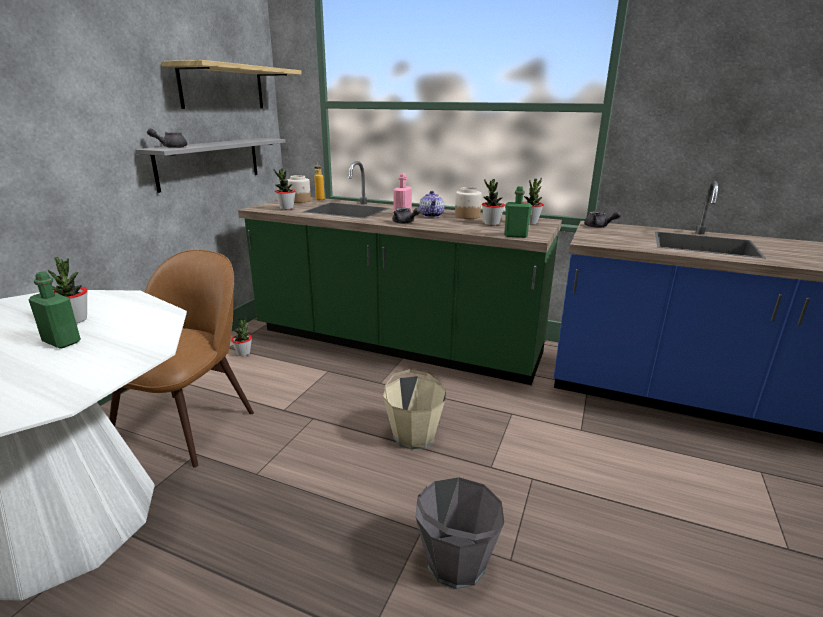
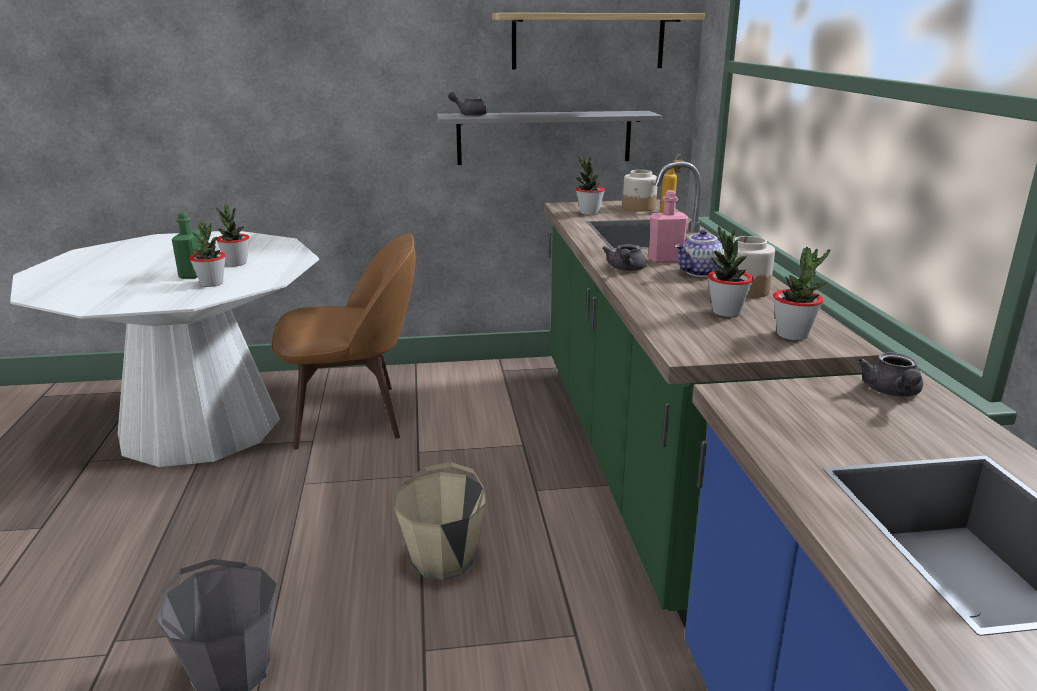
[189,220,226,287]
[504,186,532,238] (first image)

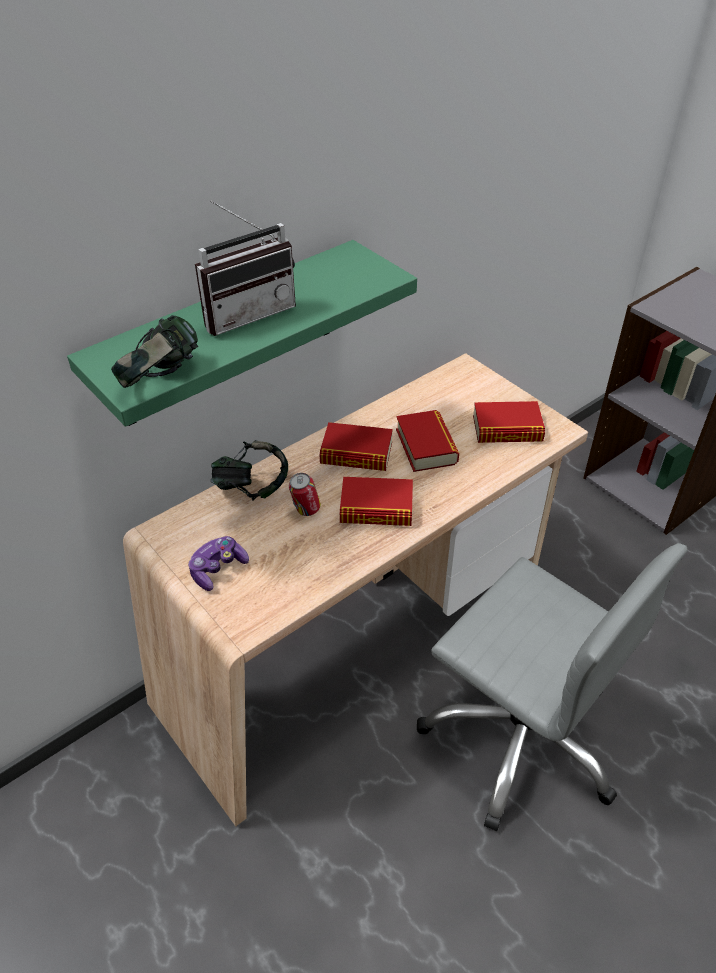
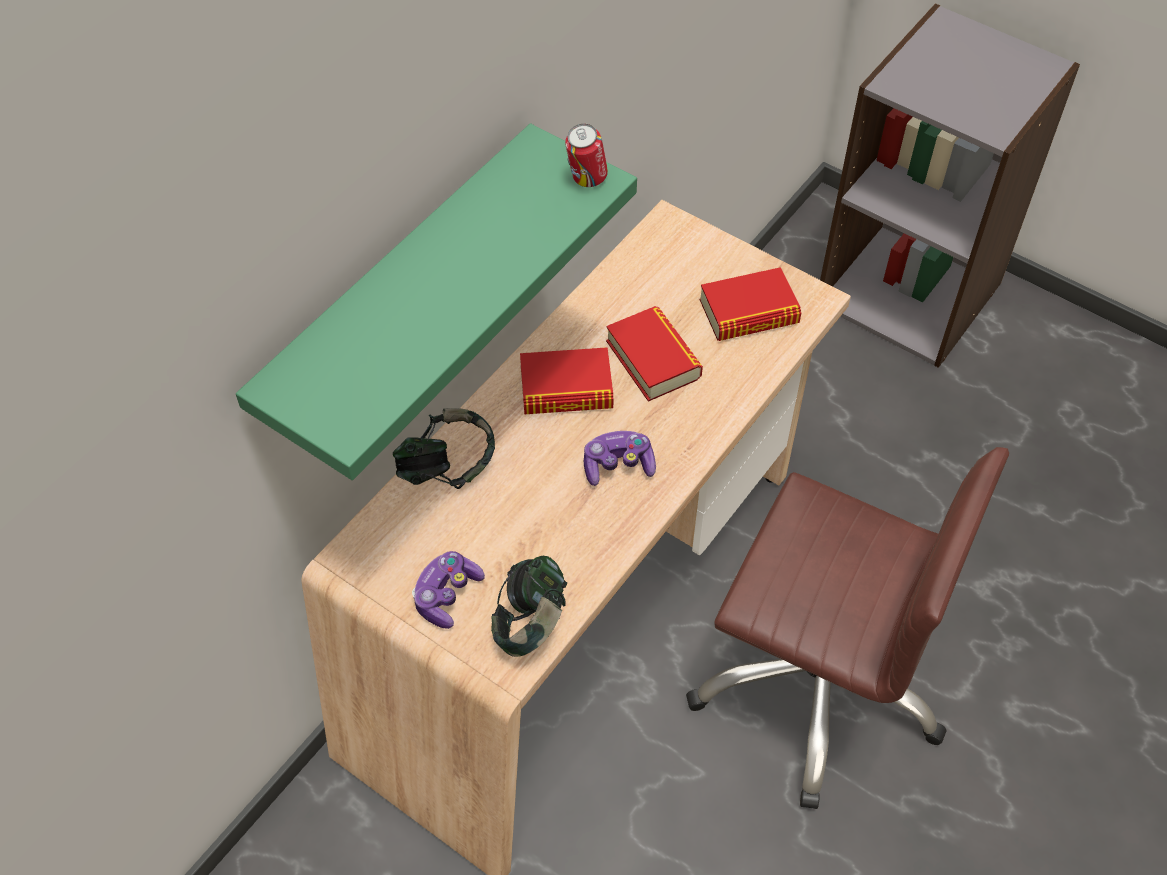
[491,556,567,657]
[195,201,296,336] (first image)
[565,124,608,187]
[584,431,656,486]
[686,447,1009,809]

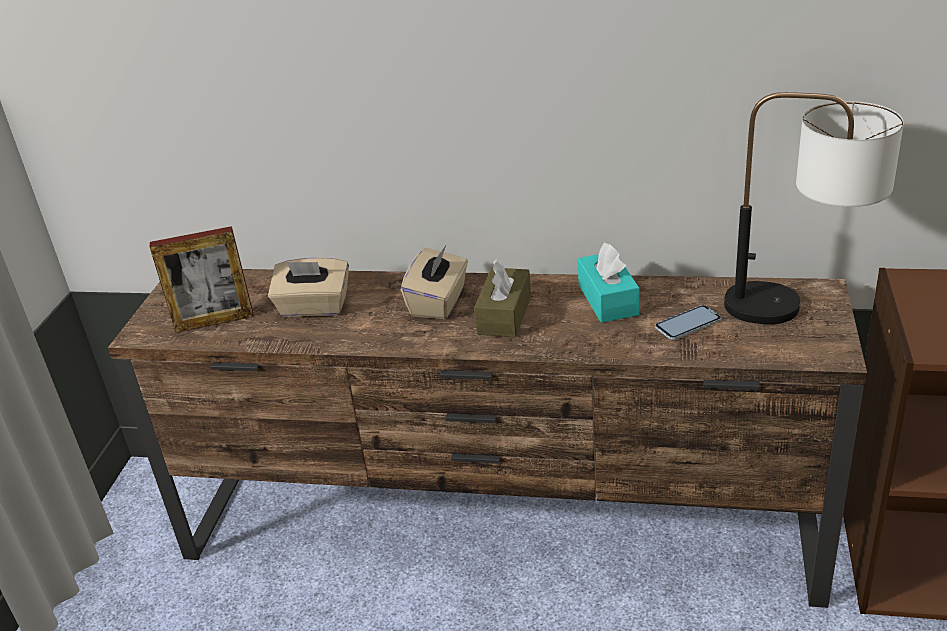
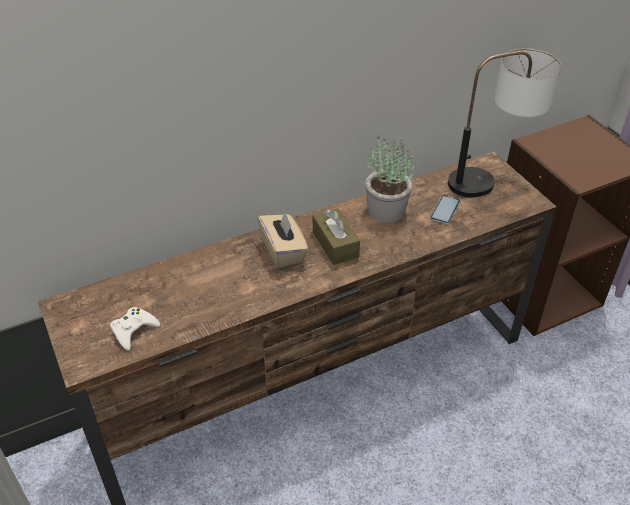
[110,307,160,351]
[268,257,349,317] (first image)
[365,137,414,223]

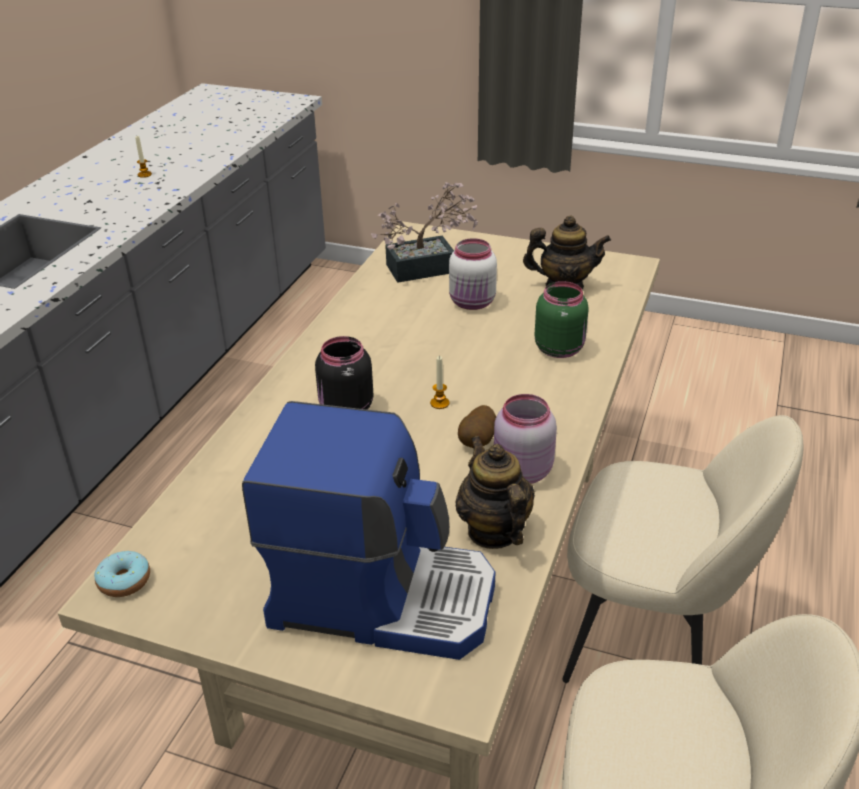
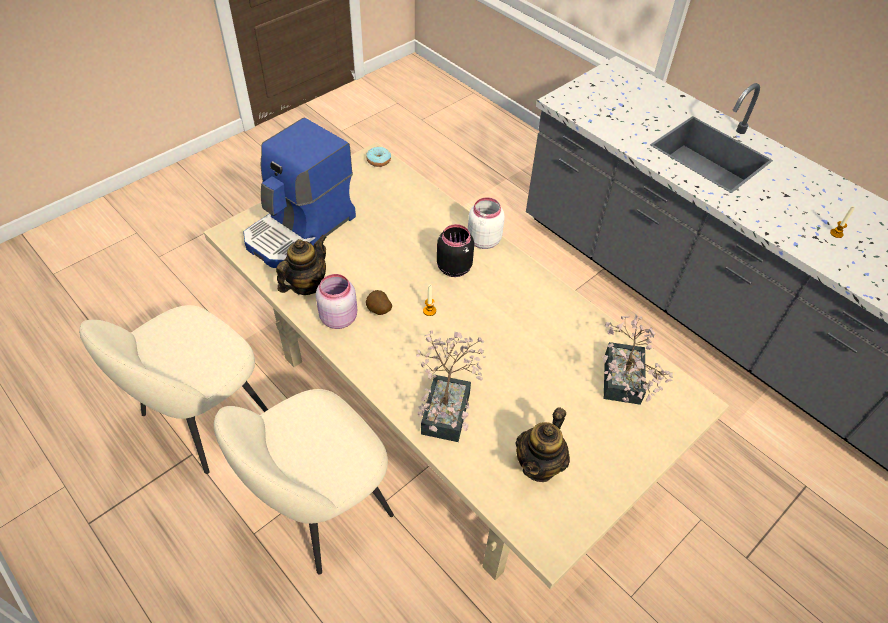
[468,197,505,249]
[276,235,326,295]
[416,330,485,442]

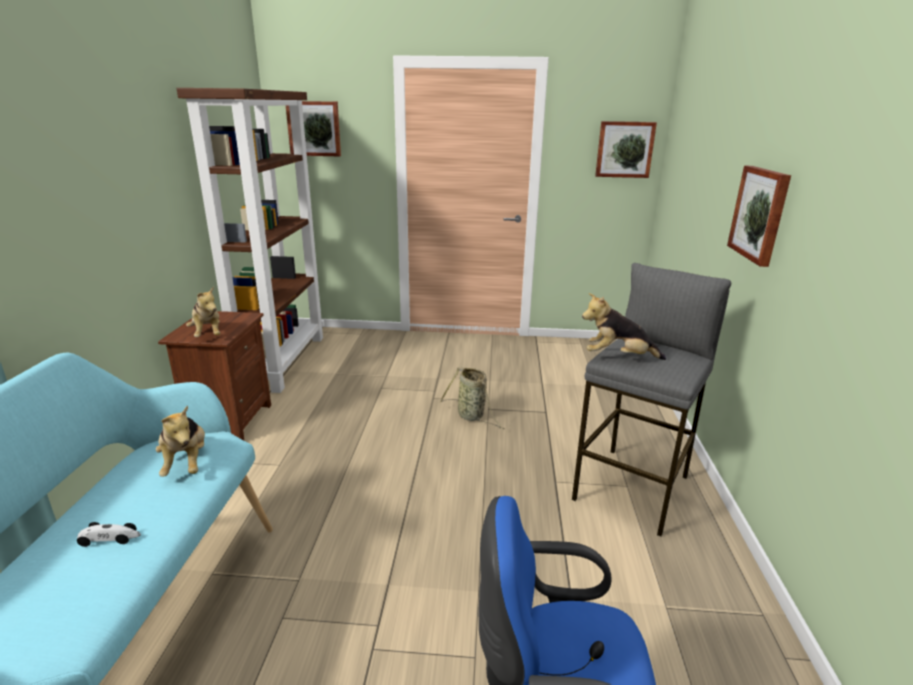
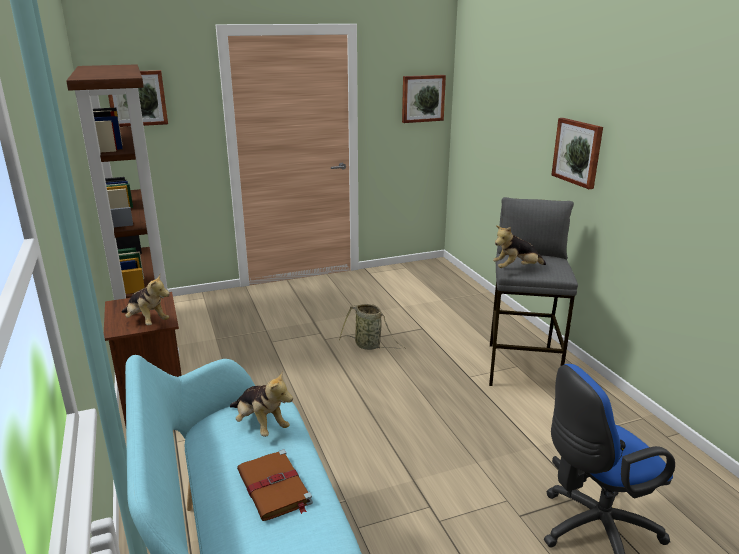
[237,450,313,521]

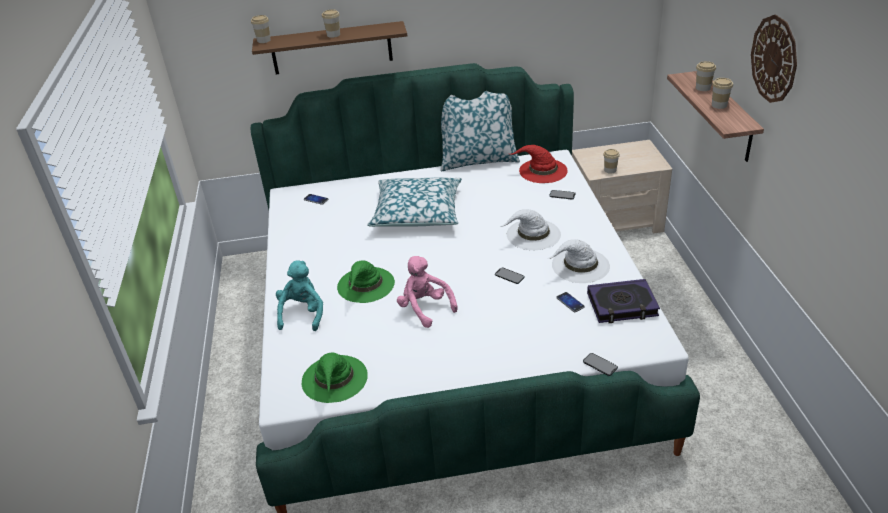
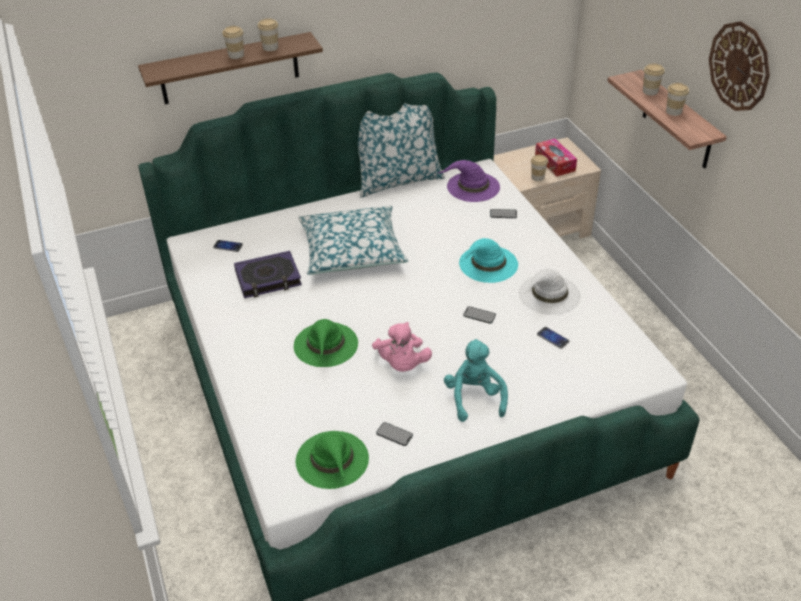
[258,18,278,51]
[444,339,508,422]
[372,322,432,372]
[459,238,518,283]
[437,160,500,202]
[376,422,413,446]
[234,251,302,298]
[535,139,577,177]

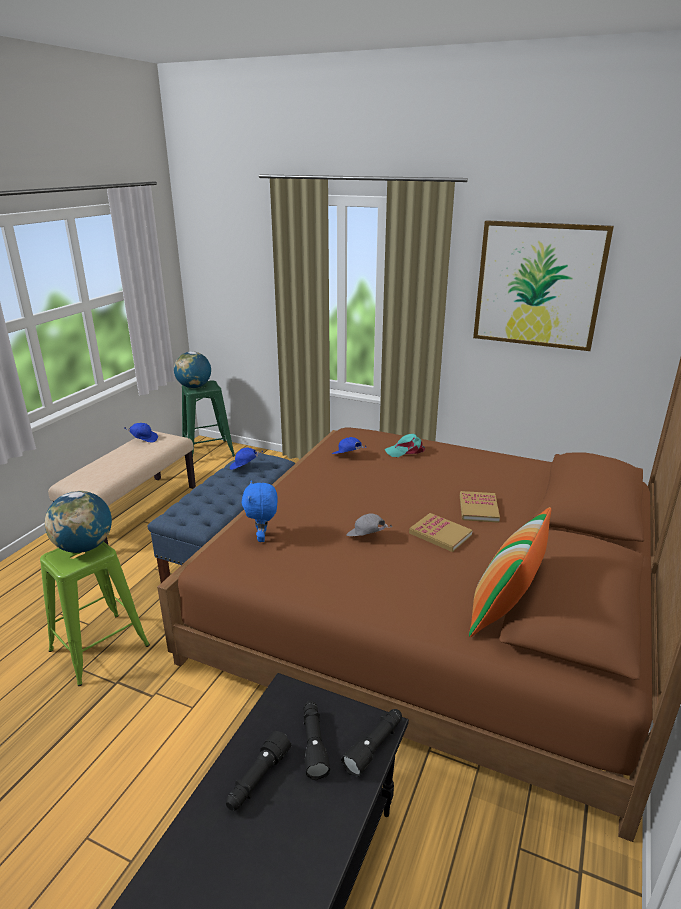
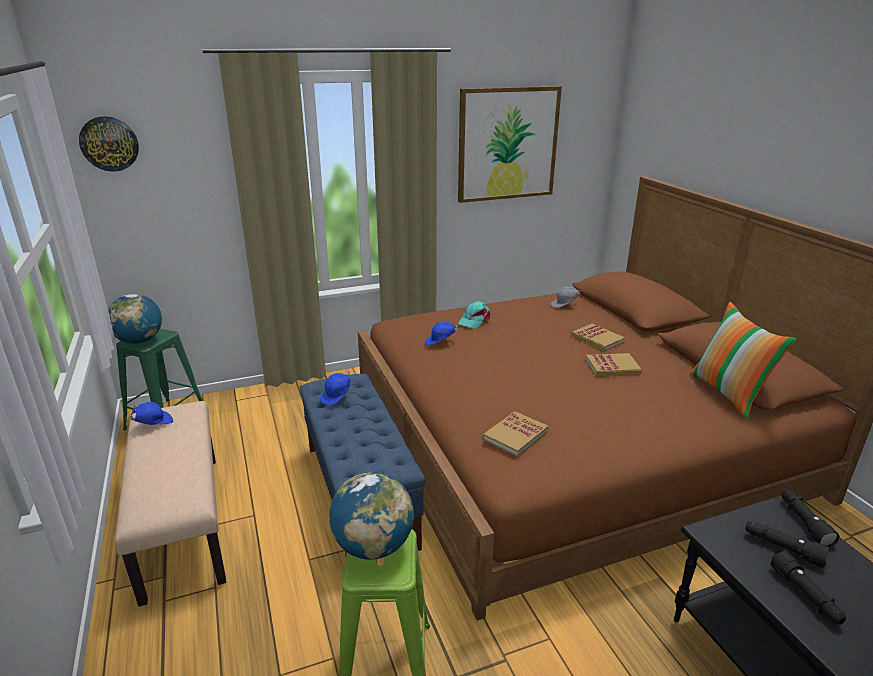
[483,411,549,457]
[551,286,582,308]
[79,116,139,172]

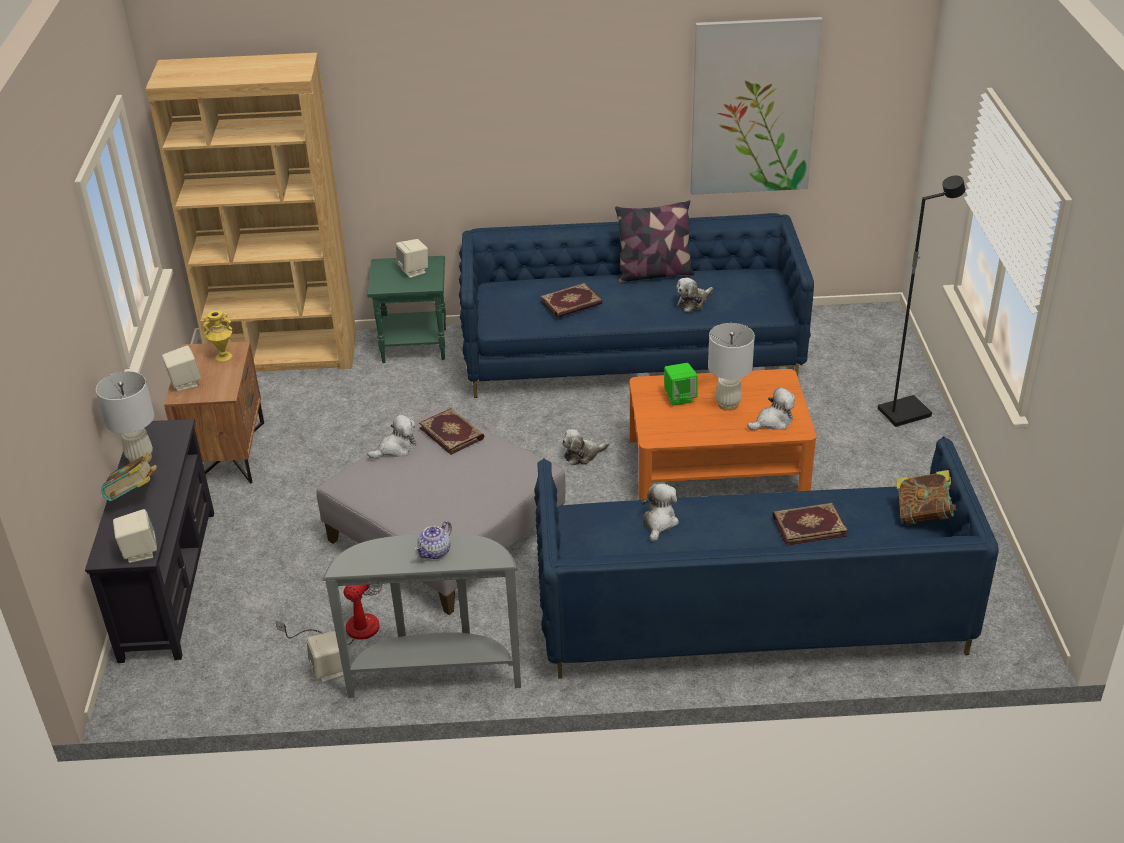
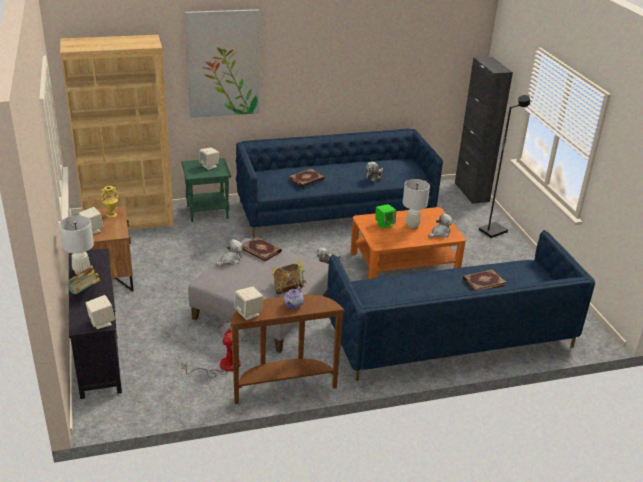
[234,287,263,320]
[230,295,345,404]
[615,200,694,283] (first image)
[642,483,679,542] (first image)
[185,9,260,118]
[272,261,307,294]
[455,57,513,204]

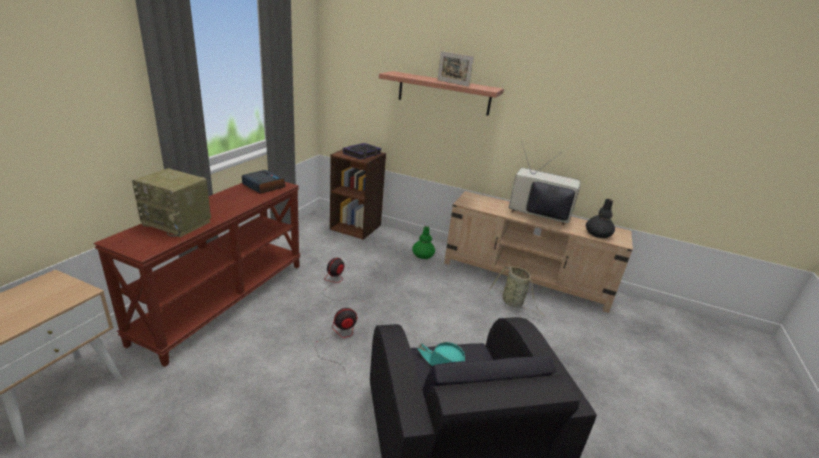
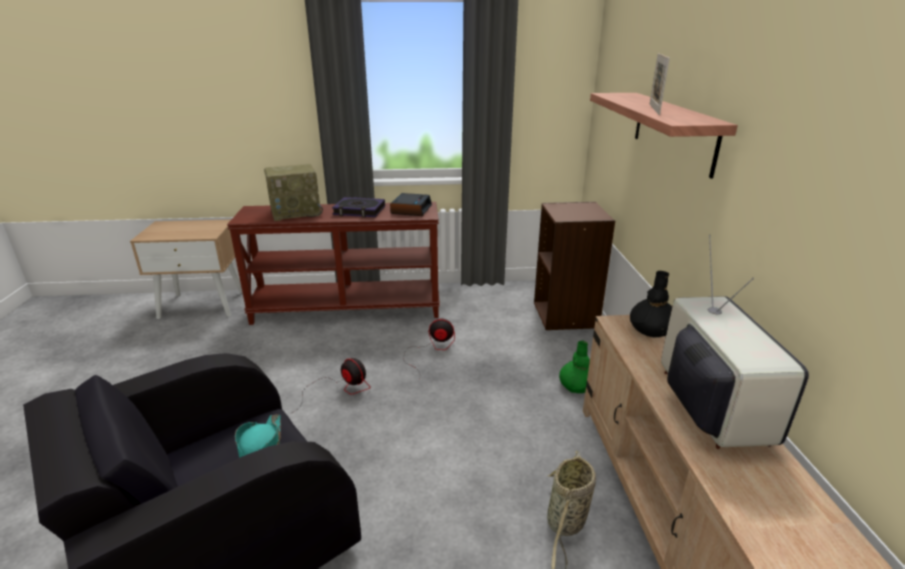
[264,164,323,221]
[332,197,385,218]
[630,271,672,338]

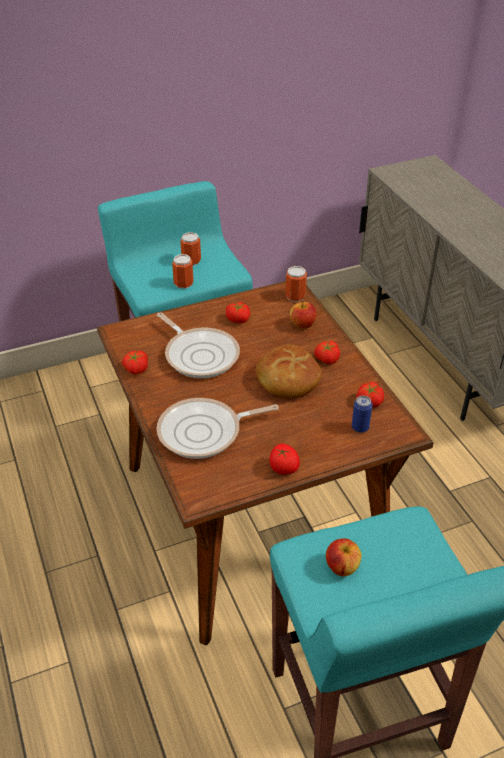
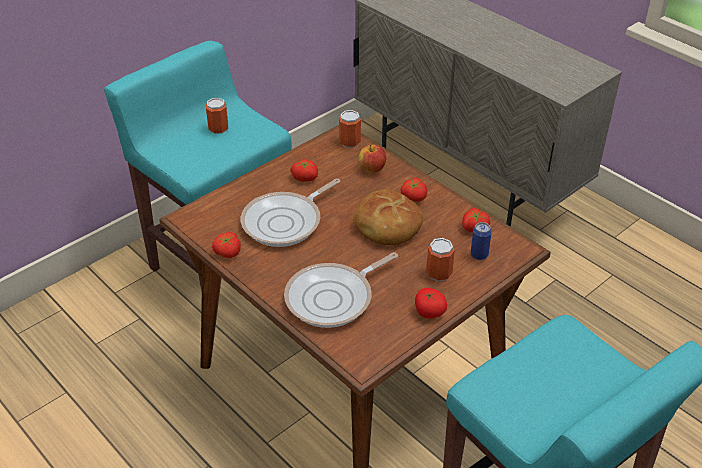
[241,178,340,247]
[426,238,455,282]
[326,538,362,576] (first image)

